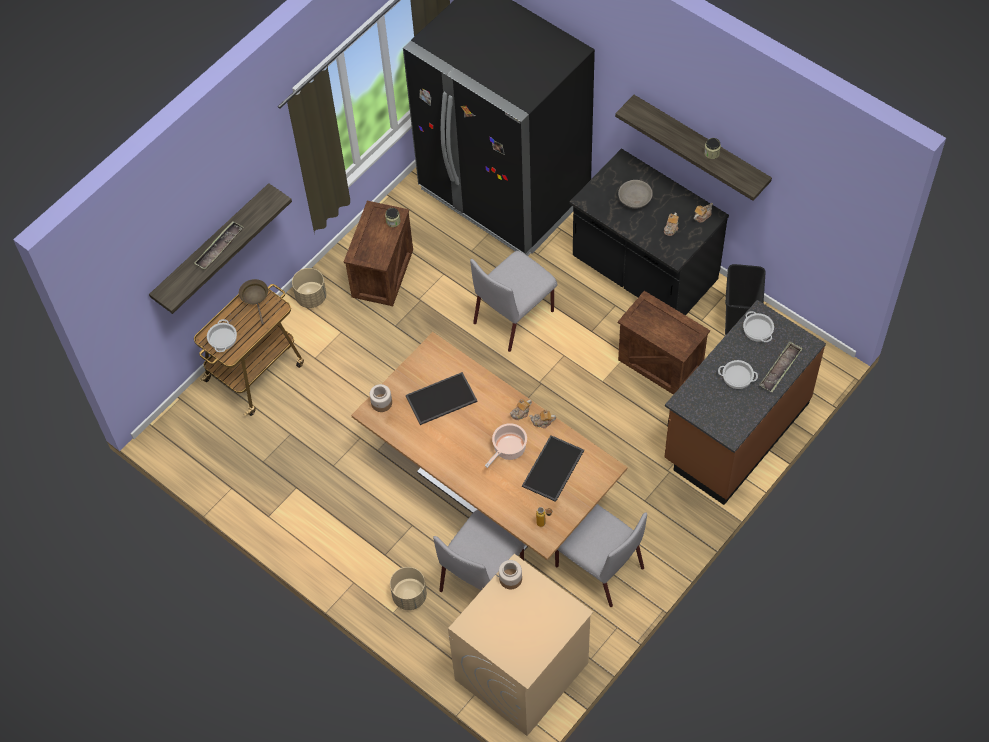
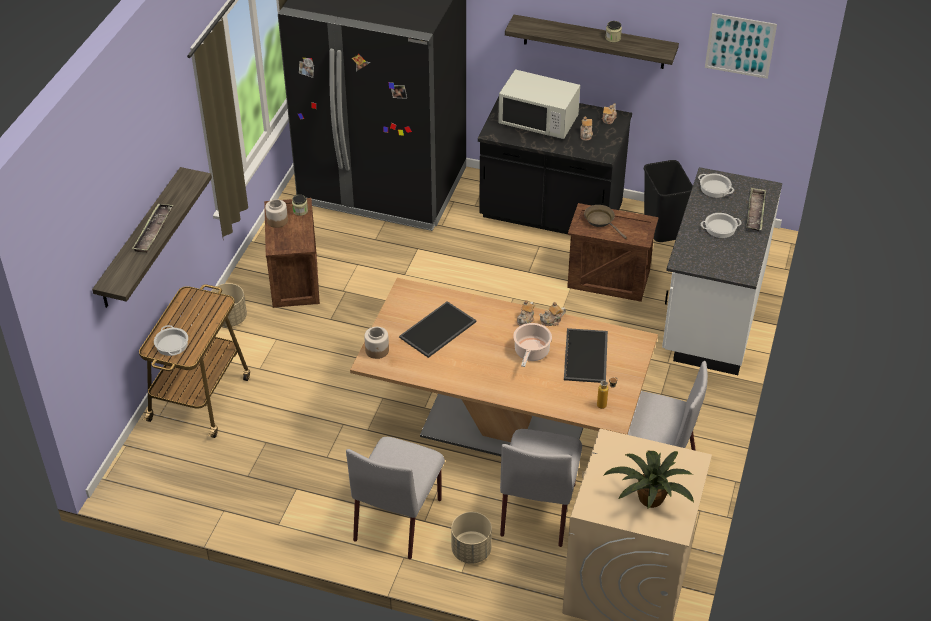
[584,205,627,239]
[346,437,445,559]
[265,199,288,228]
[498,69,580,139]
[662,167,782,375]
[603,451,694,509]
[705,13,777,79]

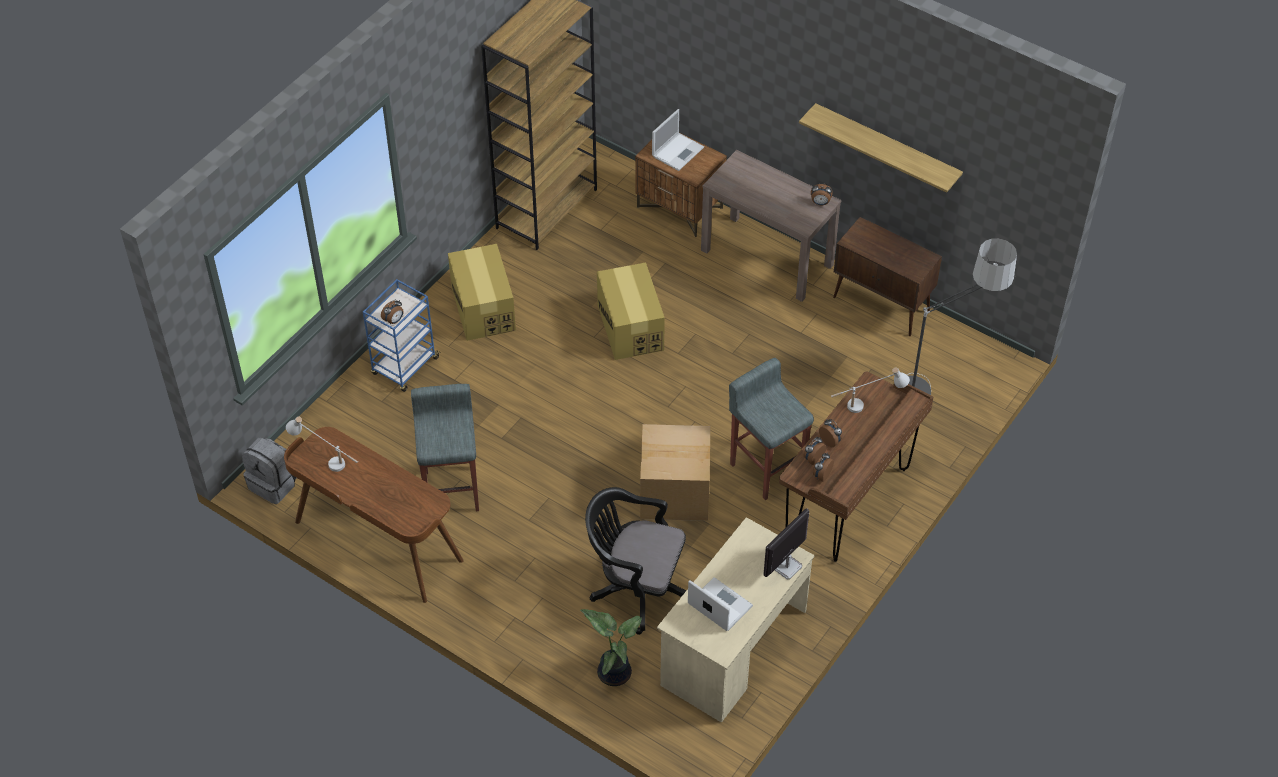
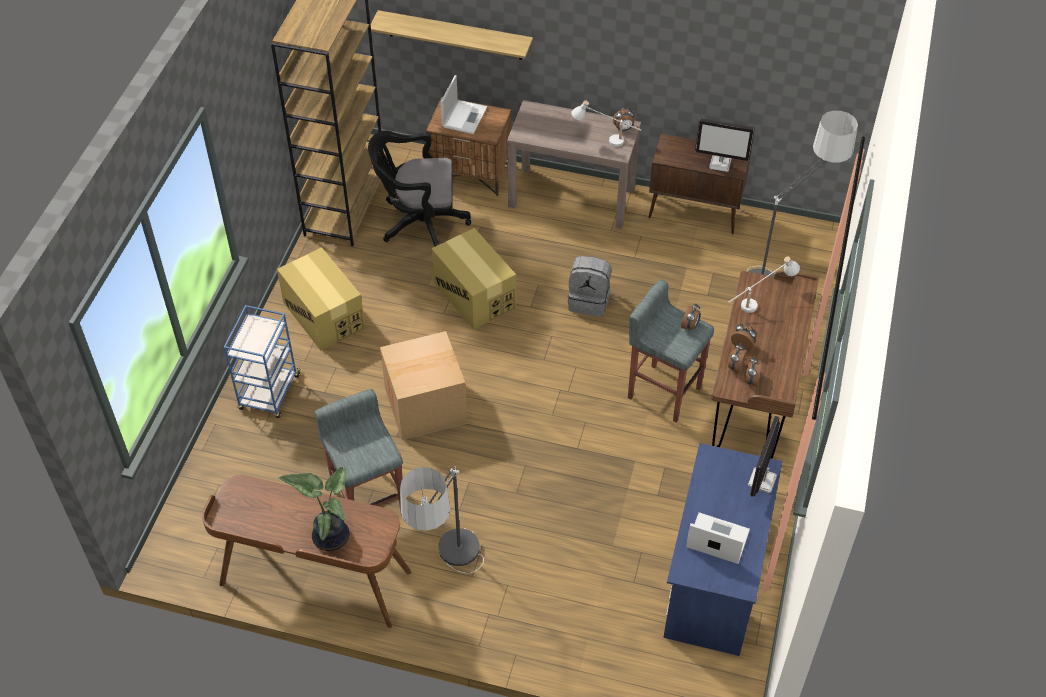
[568,256,611,317]
[571,100,641,147]
[681,303,701,331]
[279,467,349,551]
[368,131,471,247]
[380,331,467,440]
[663,443,782,656]
[370,10,533,60]
[400,466,484,574]
[695,118,755,172]

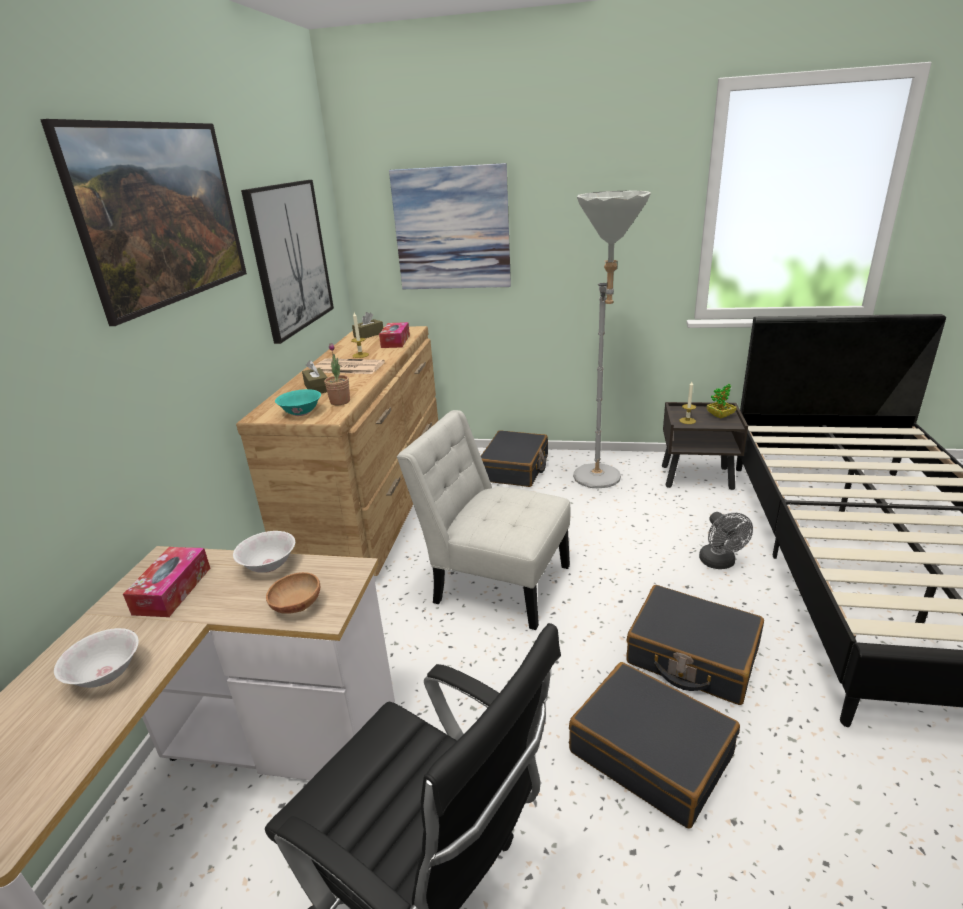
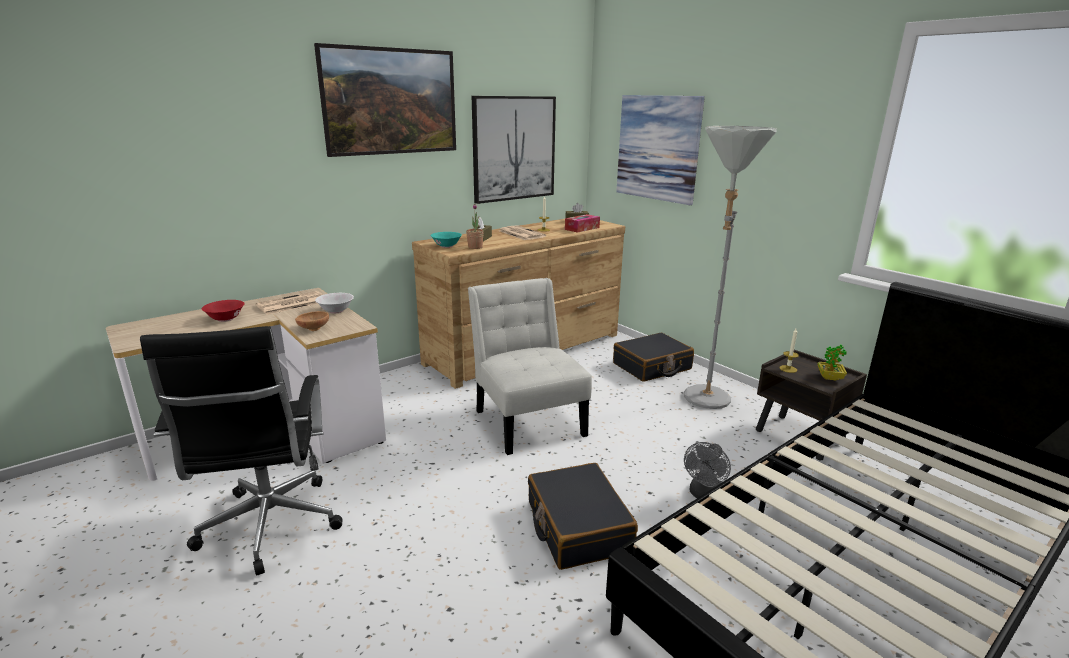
[202,300,244,322]
[256,291,323,315]
[569,662,740,828] (first image)

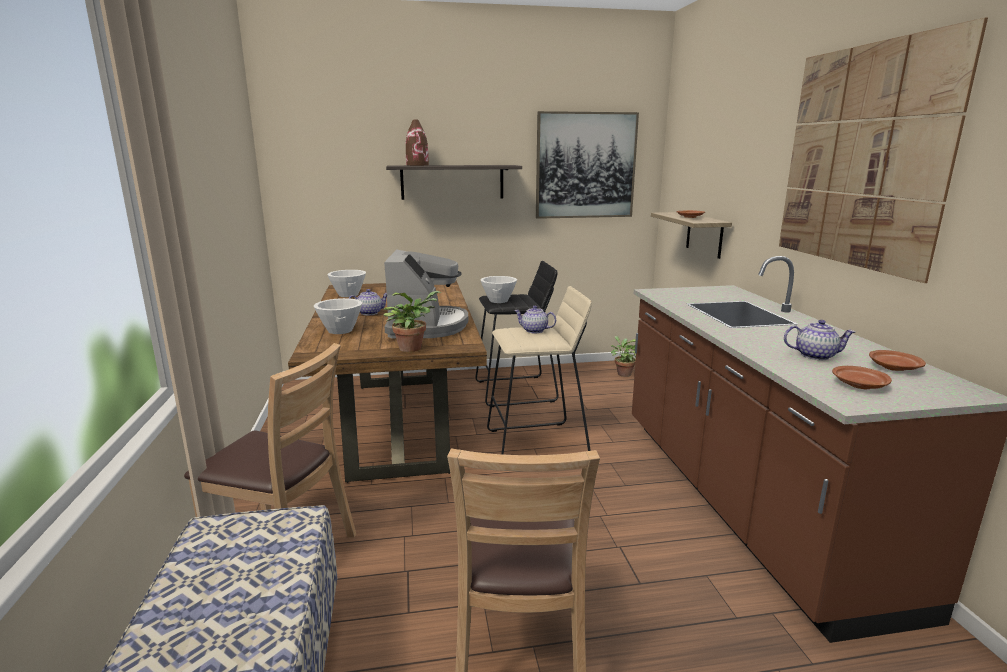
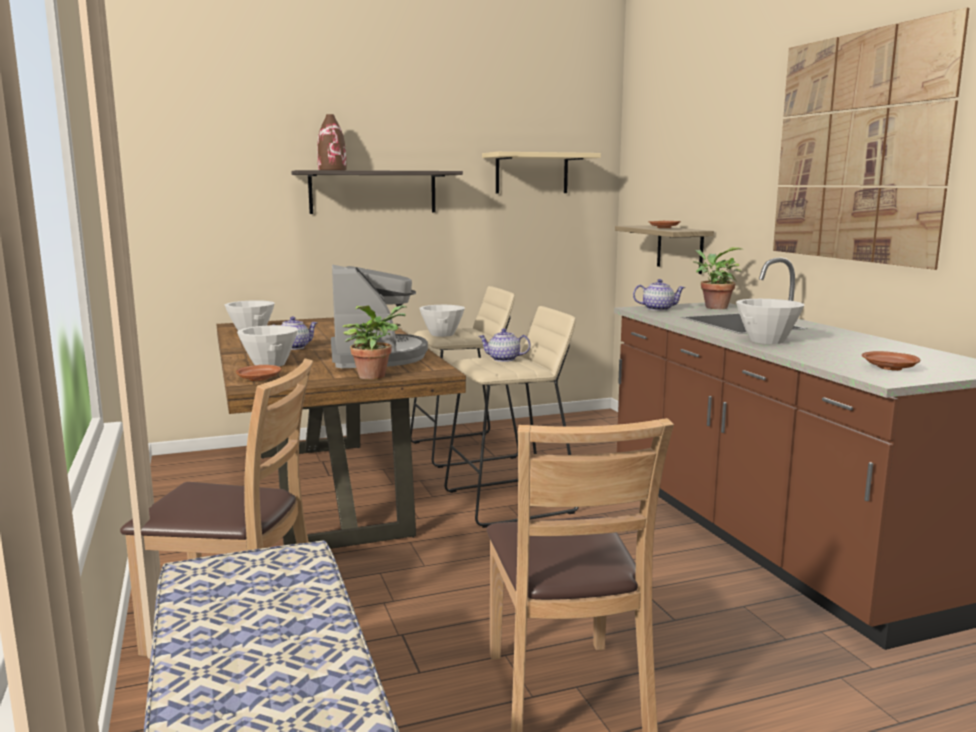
[410,286,518,468]
[482,152,601,194]
[693,247,743,309]
[633,279,685,311]
[236,365,282,381]
[736,299,804,344]

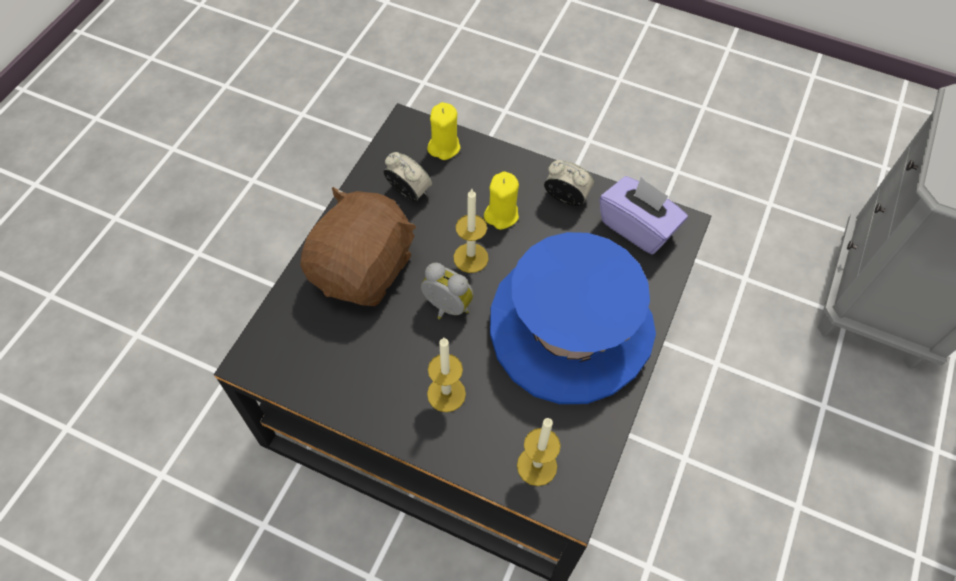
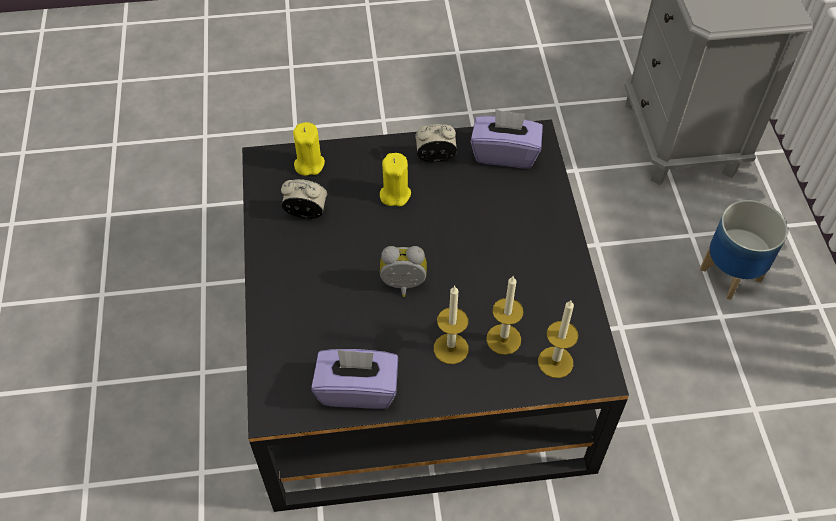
[300,187,417,306] (first image)
[486,275,524,355]
[490,232,656,404] (first image)
[311,349,398,409]
[700,200,788,300]

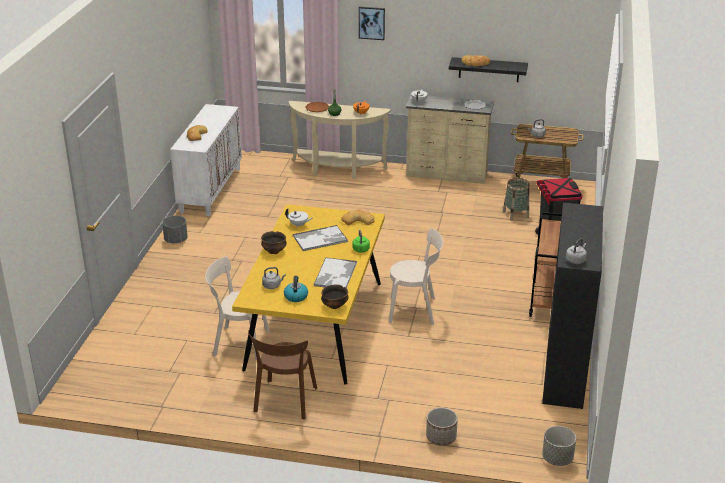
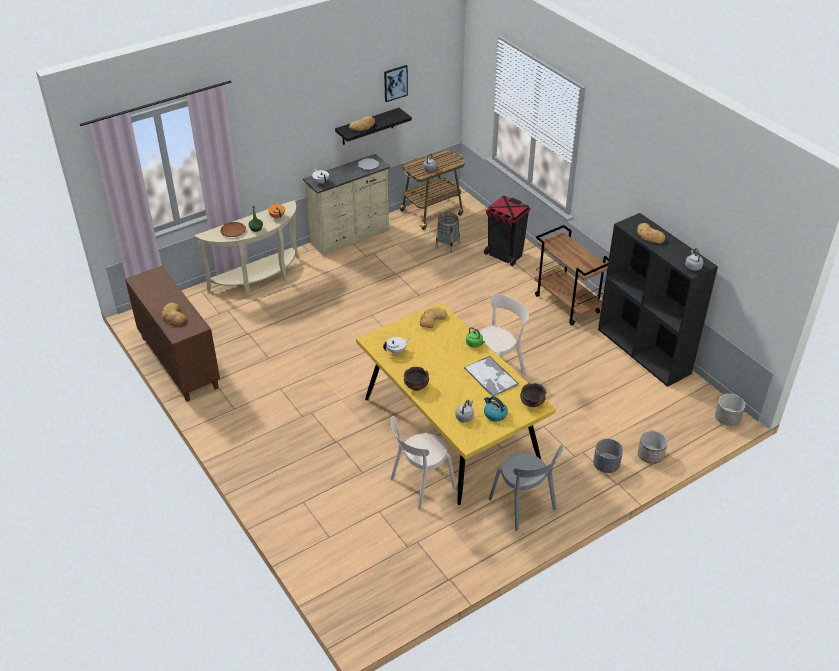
[593,439,623,473]
[125,266,220,402]
[489,445,563,531]
[293,225,348,251] (first image)
[384,65,408,102]
[637,223,665,244]

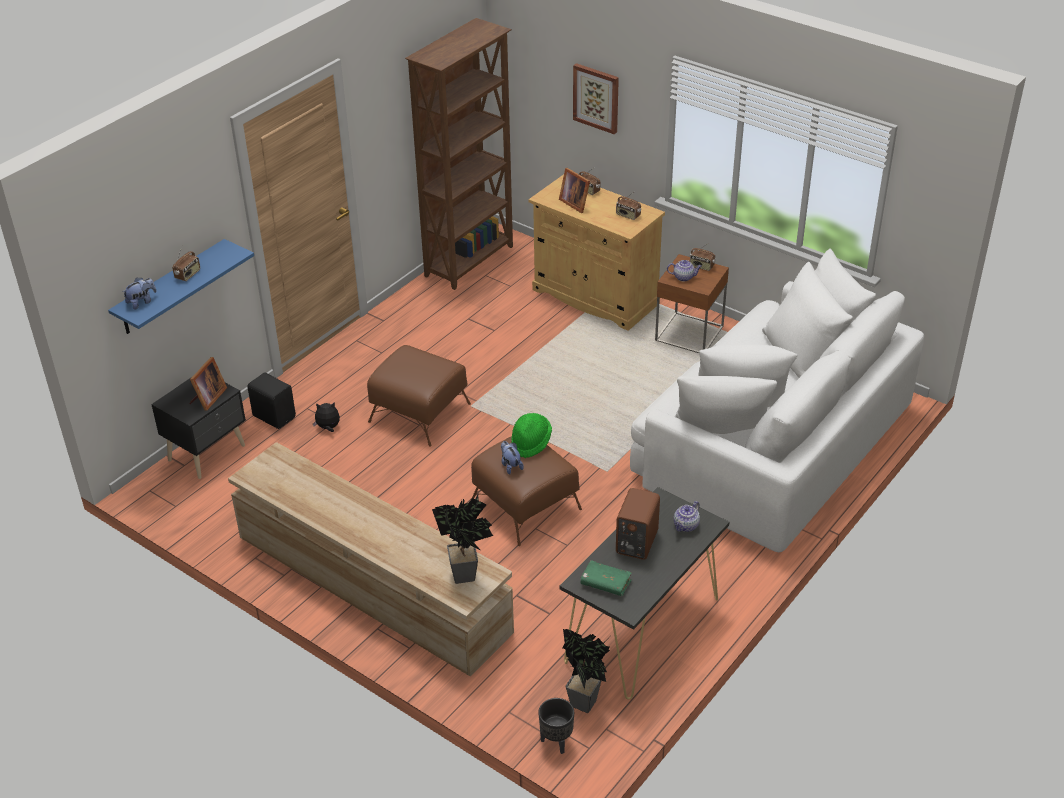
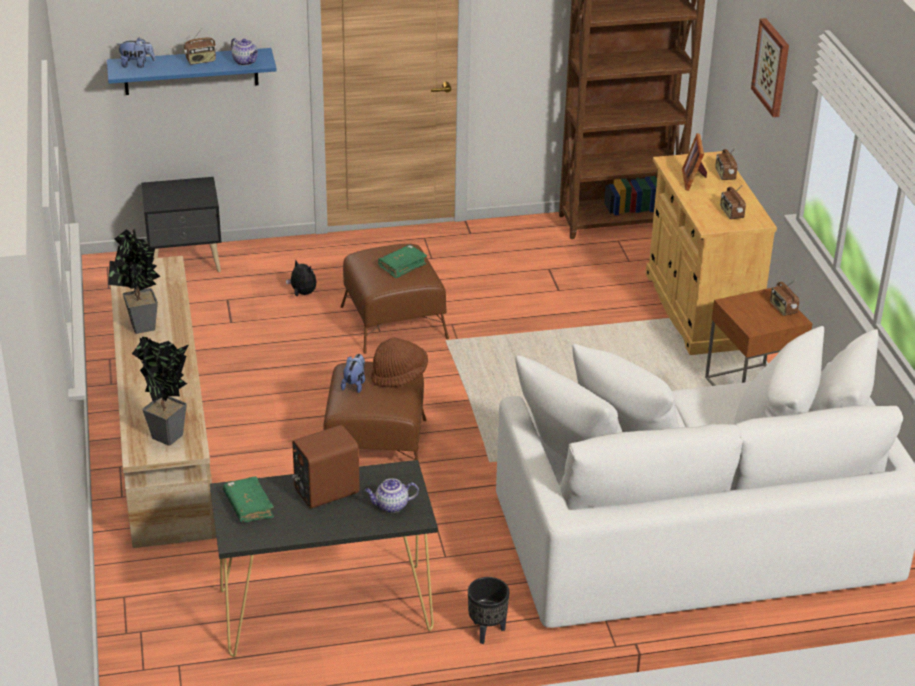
[190,357,227,411] (first image)
[247,373,296,429] (first image)
[371,337,428,387]
[468,577,509,644]
[108,229,160,334]
[231,38,258,66]
[378,245,427,278]

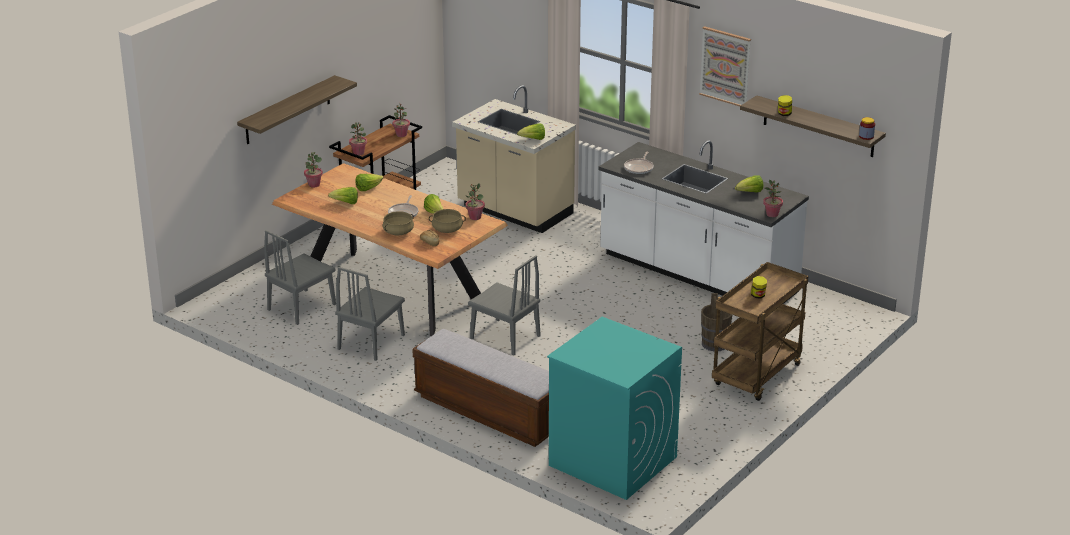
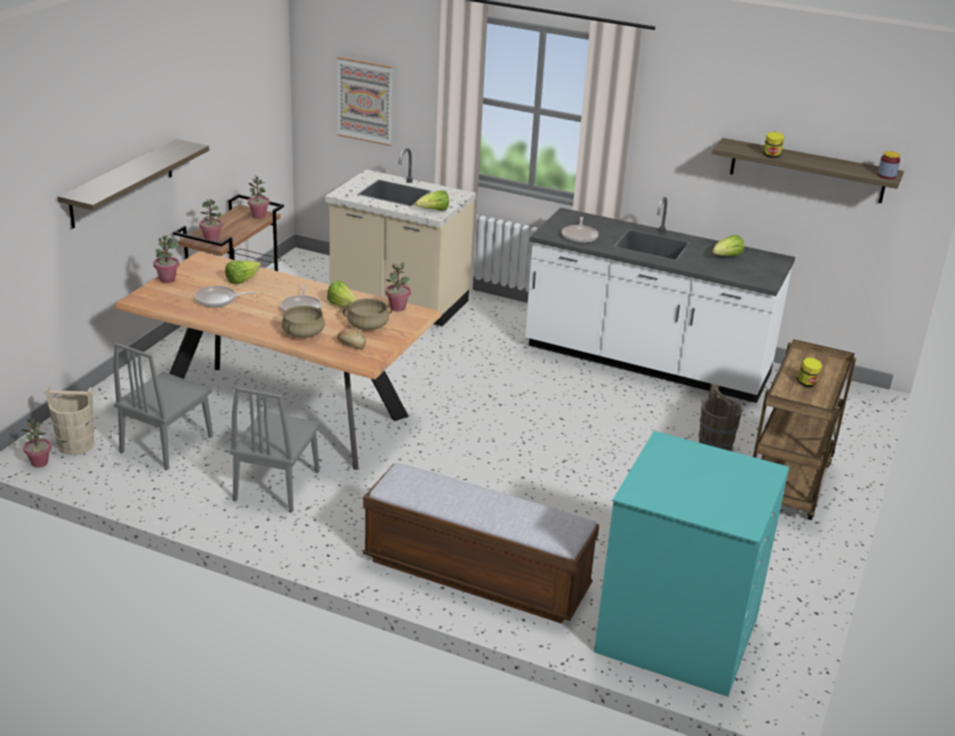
[195,286,257,307]
[468,255,541,355] (first image)
[337,56,393,146]
[21,418,52,468]
[45,386,95,455]

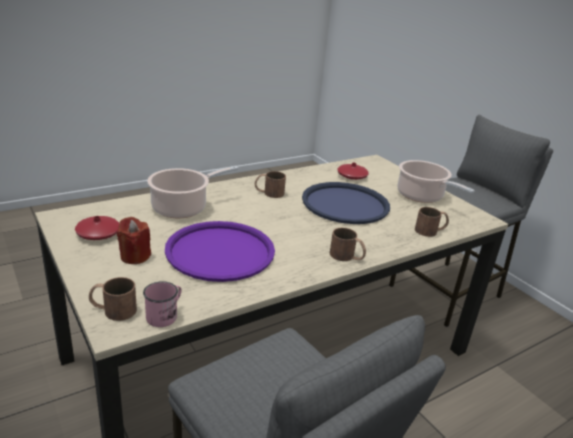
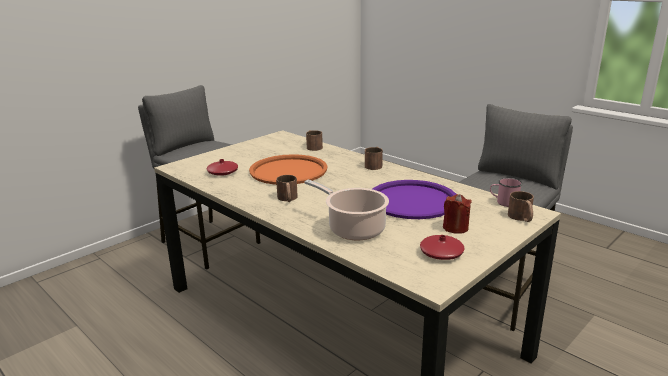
[249,154,327,185]
[397,160,475,203] (first image)

